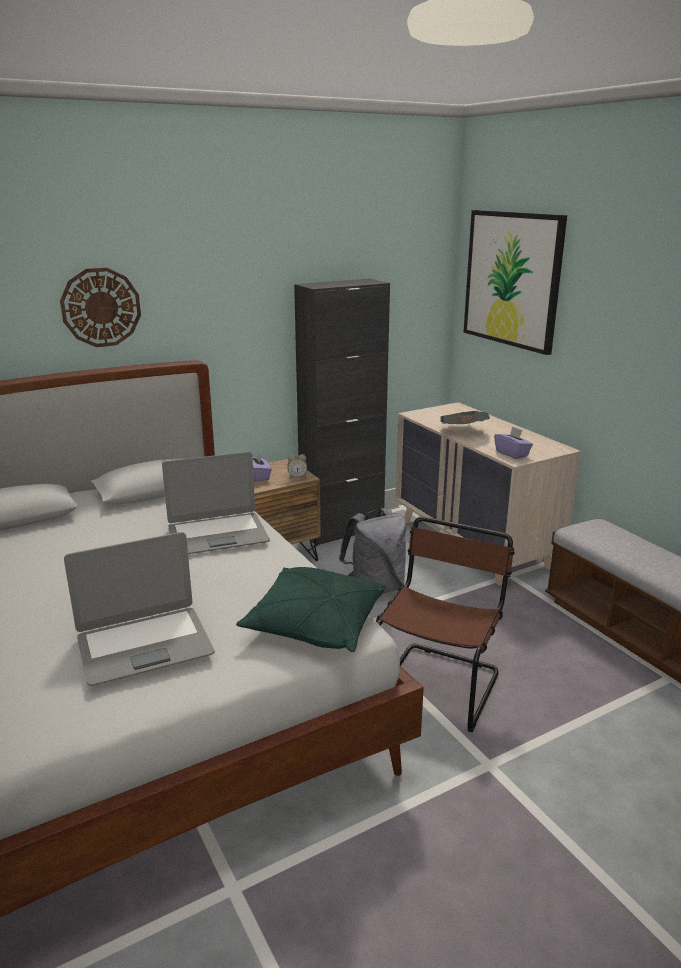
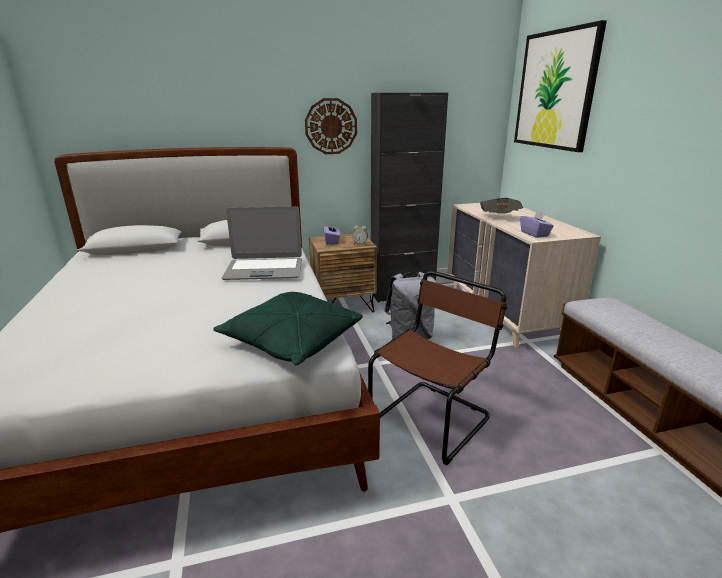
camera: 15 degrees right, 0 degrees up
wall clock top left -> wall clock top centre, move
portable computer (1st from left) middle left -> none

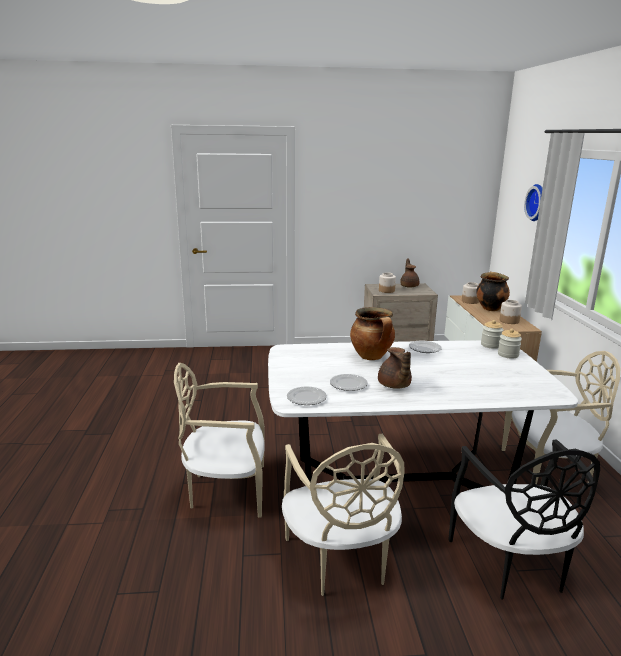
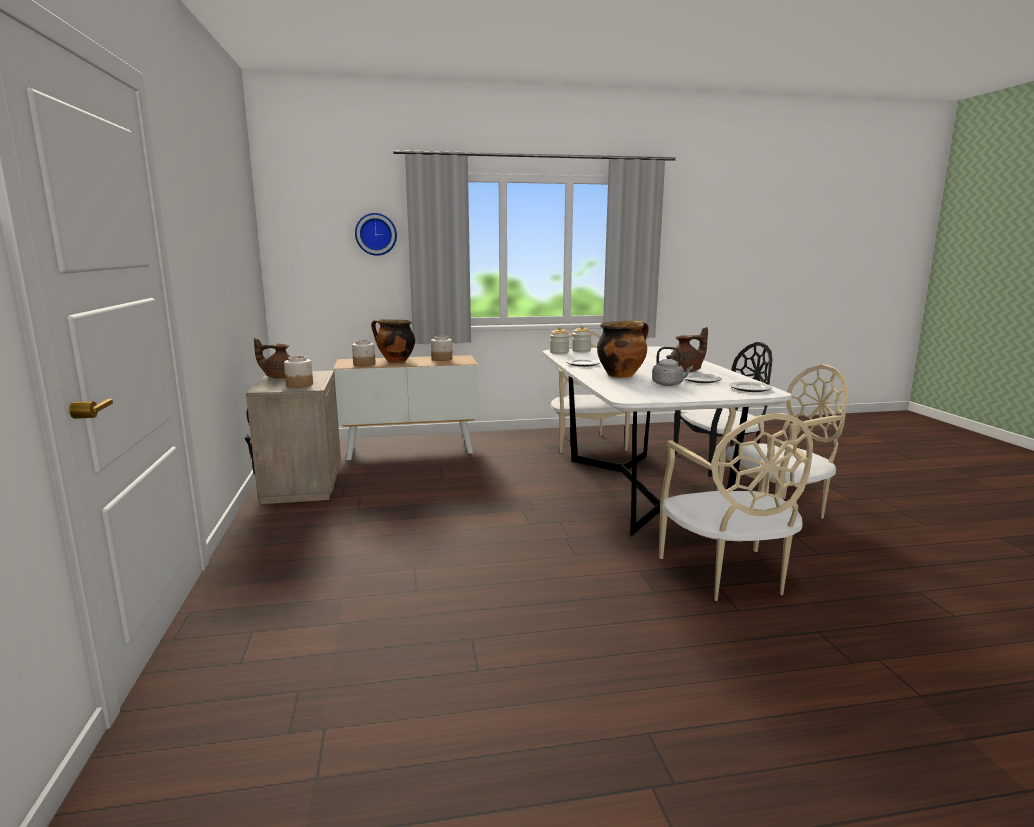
camera: 95 degrees left, 5 degrees down
none -> kettle/gray centre

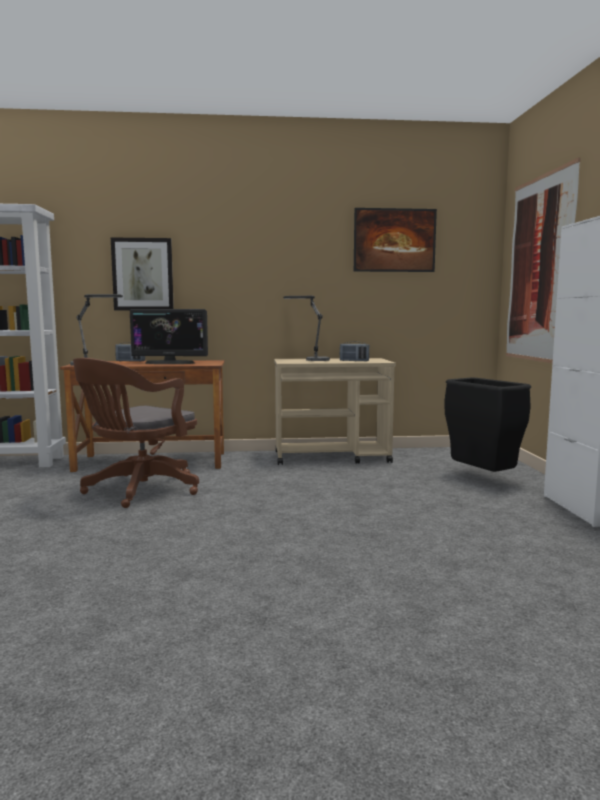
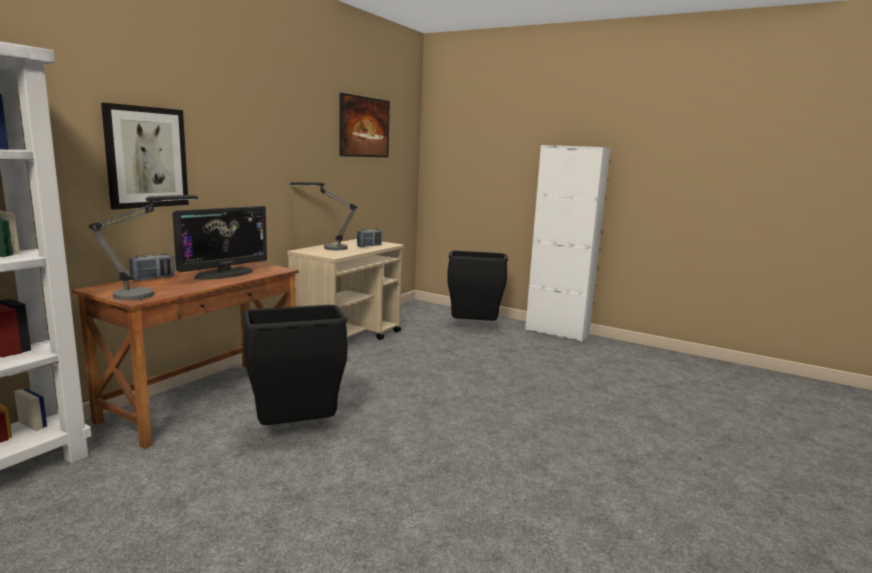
camera: 55 degrees left, 5 degrees up
desk chair/brown-coloured middle left -> trash can/blackish (1st from left) centre
wall art (3rd from left) top right -> none

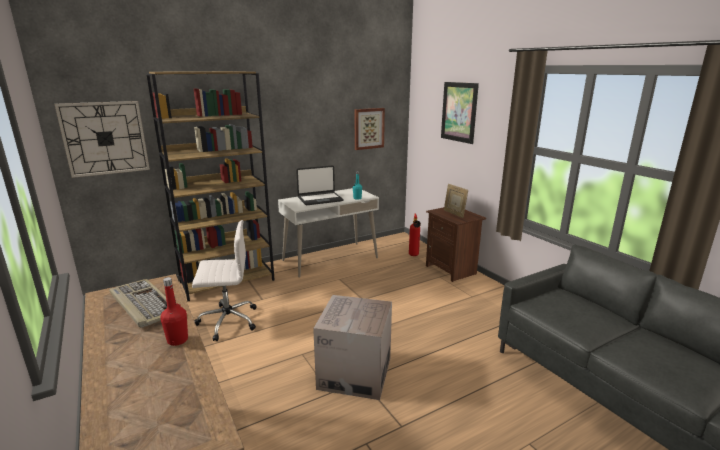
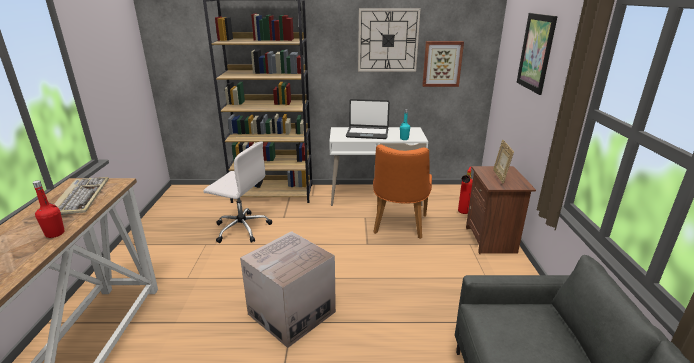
camera: 30 degrees right, 5 degrees up
wall clock top left -> wall clock top centre, move
none -> chair/orange-coloured centre

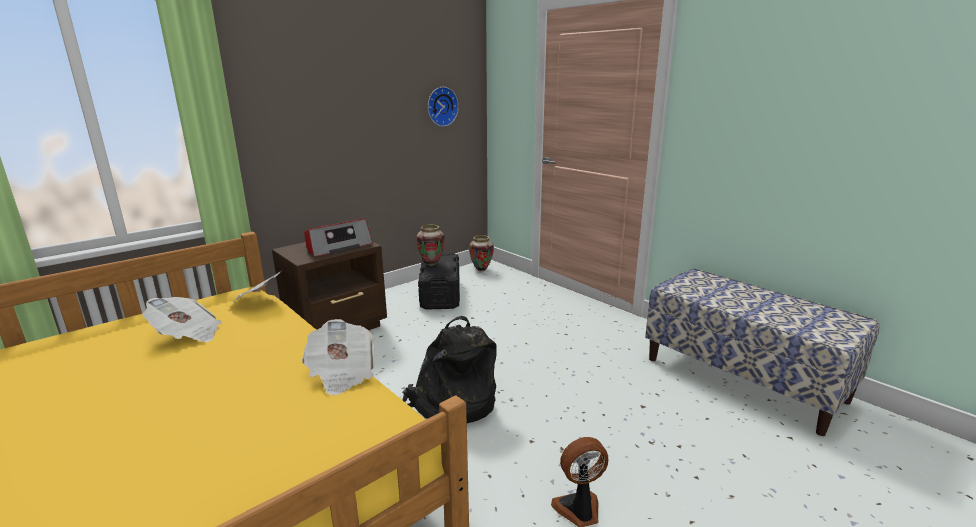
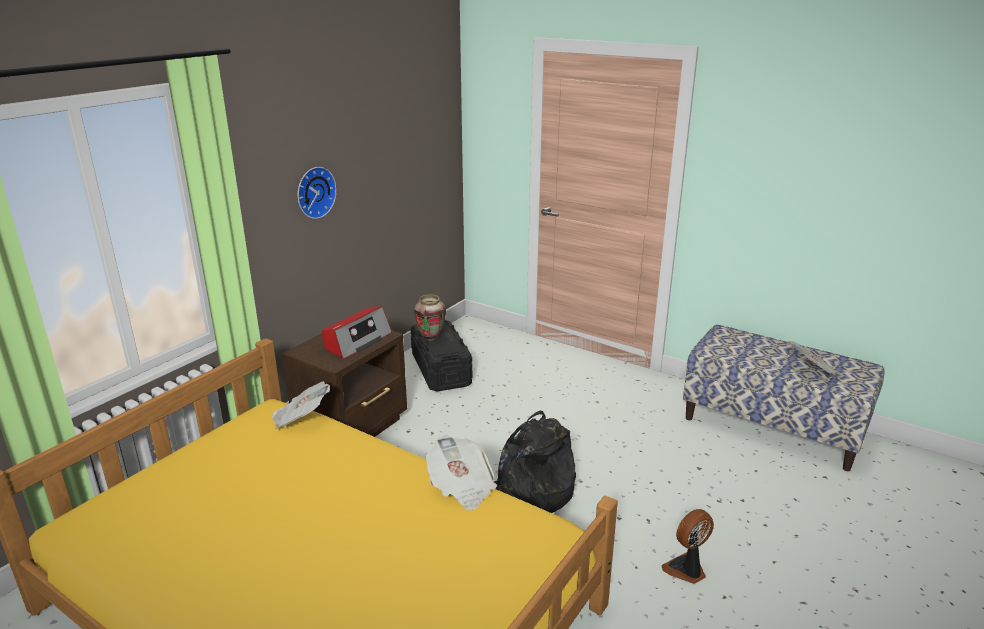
camera: 15 degrees left, 5 degrees up
daily paper (1st from left in the first image) middle left -> daily paper (3rd from left) middle right, move
wall clock top centre -> wall clock top left, move
vase (2nd from left) centre -> none

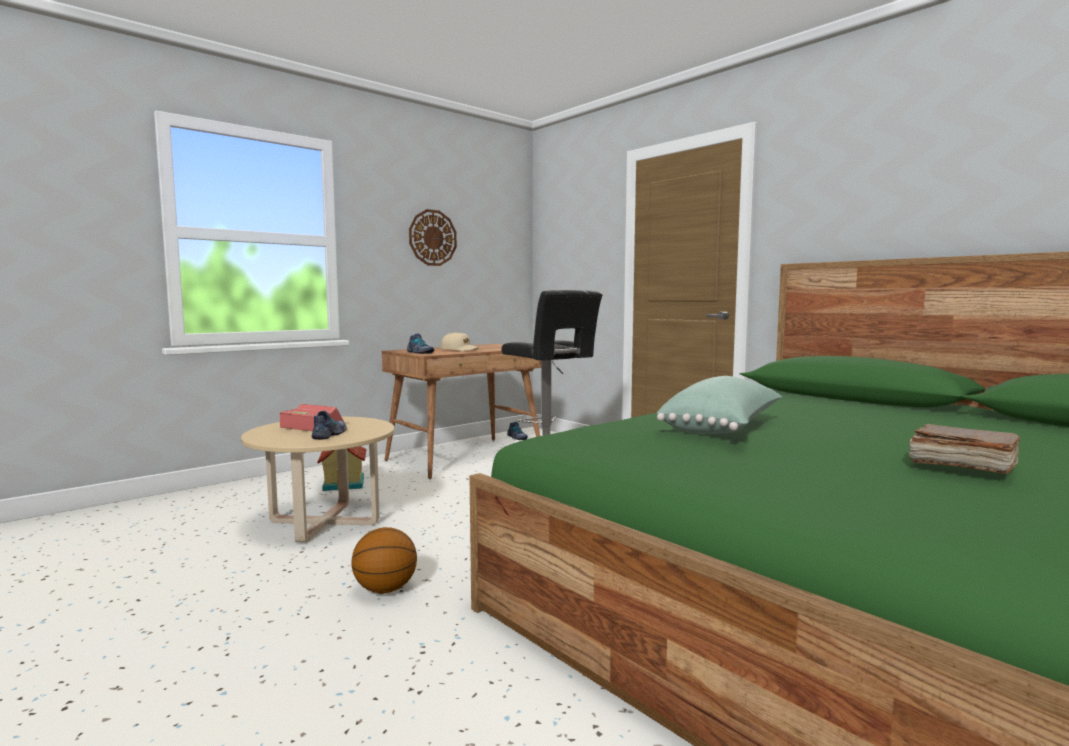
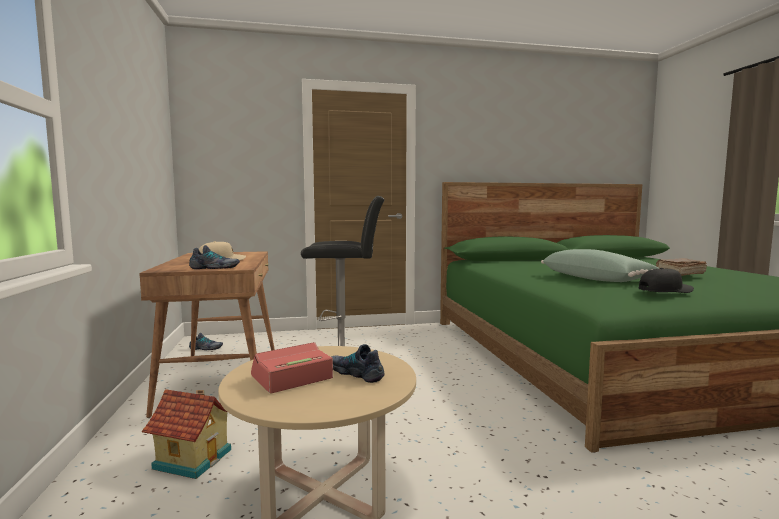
camera: 60 degrees left, 0 degrees up
ball for basketball bottom centre -> none
wall clock top centre -> none
none -> baseball cap/blackish middle right

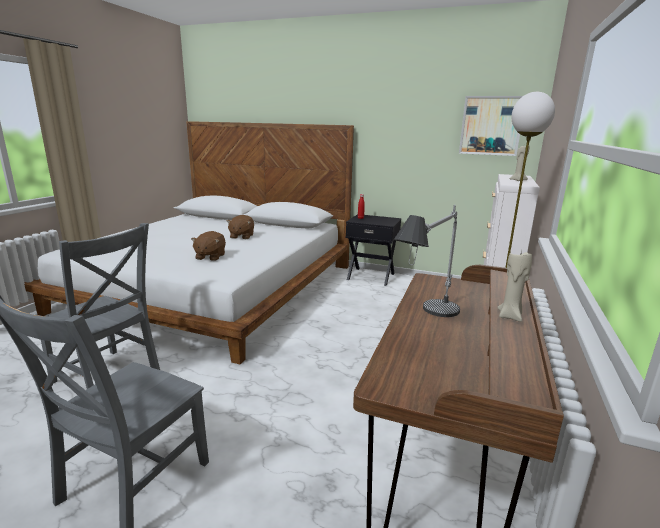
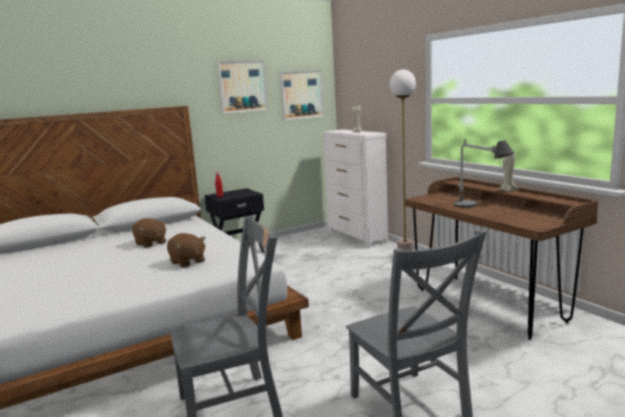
camera: 50 degrees left, 5 degrees down
none -> wall art (1st from left) top centre

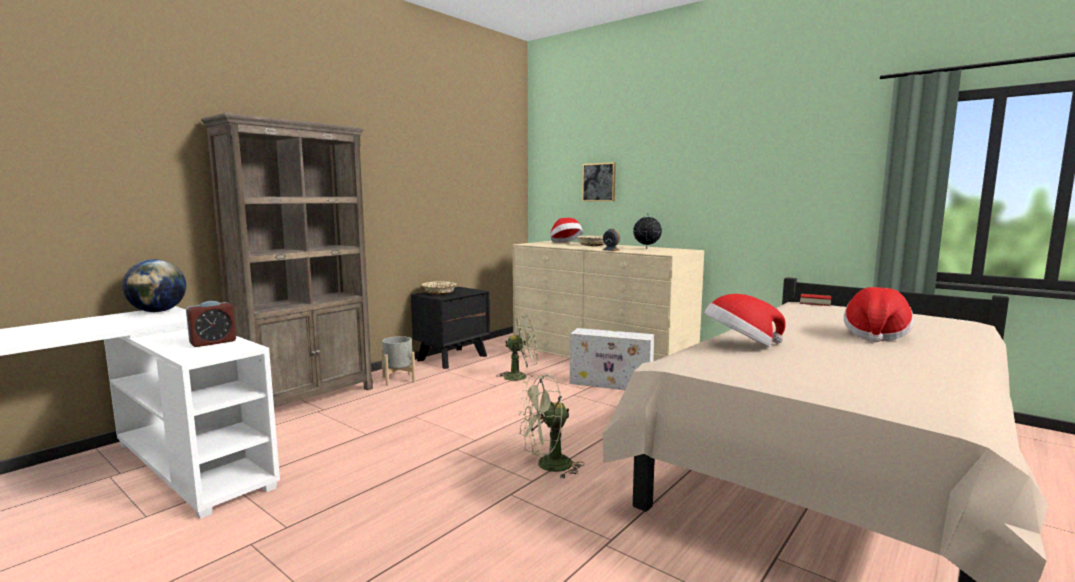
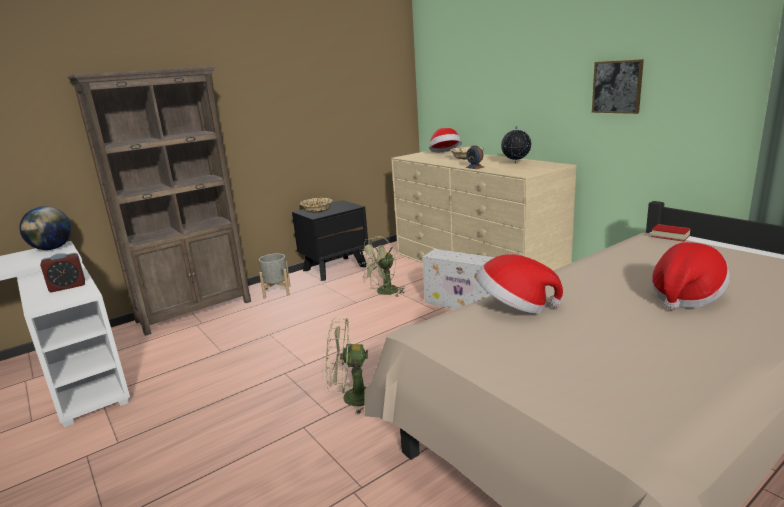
camera: 15 degrees right, 10 degrees up
electric fan/greenish (1st from left in the first image) centre -> electric fan/greenish (2nd from left) centre, 135 degrees clockwise
wall art top centre -> wall art top right, move

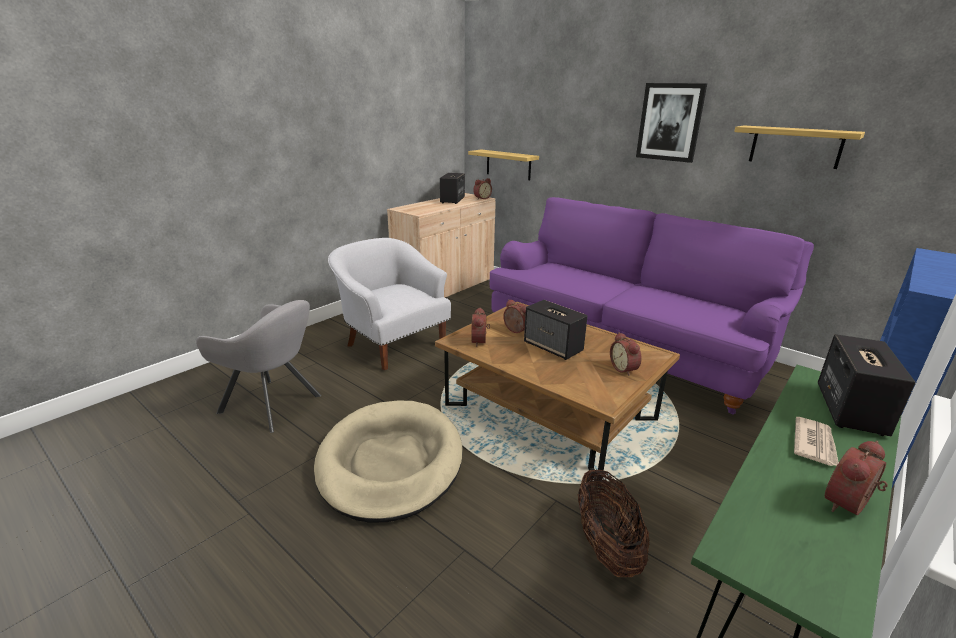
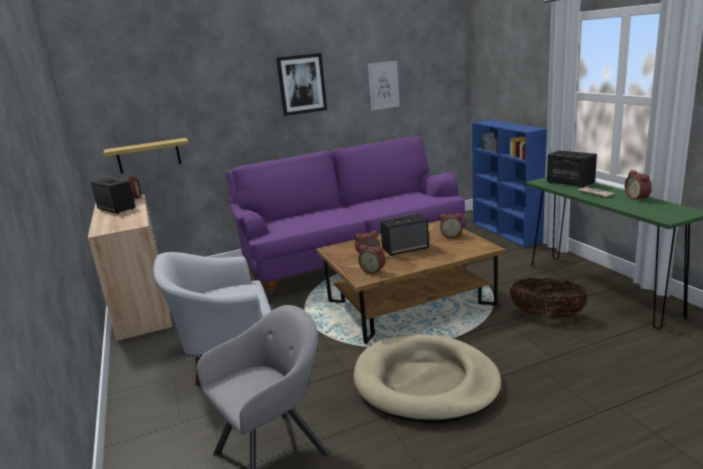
camera: 60 degrees left, 5 degrees down
shelf (2nd from left) top right -> wall art (2nd from left) top centre

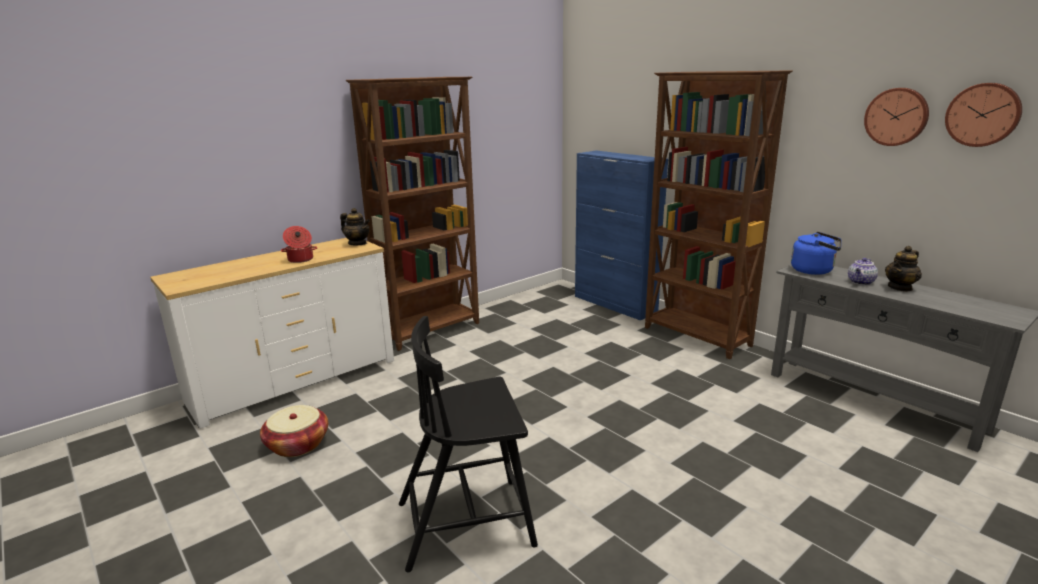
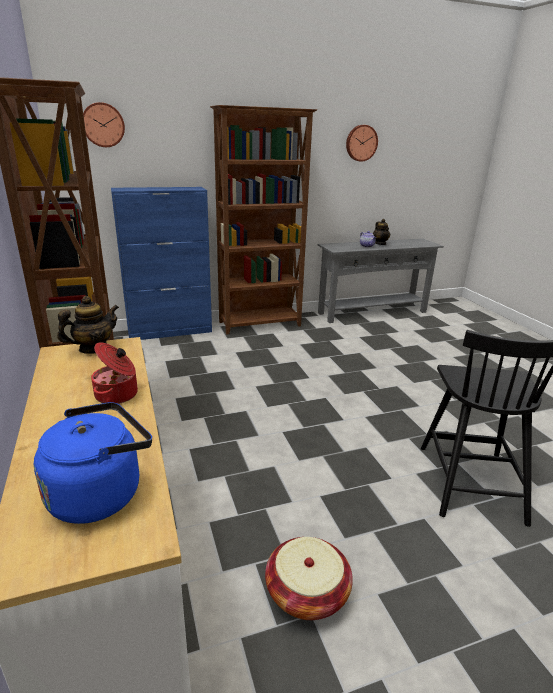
camera: 70 degrees left, 5 degrees up
kettle/bluish middle right -> kettle/bluish bottom left, move
wall clock (2nd from left in the first image) top right -> wall clock (1st from left) top left, move

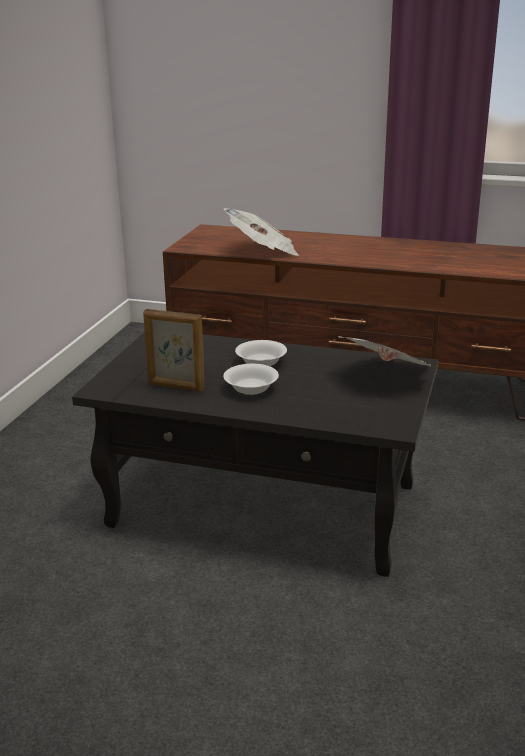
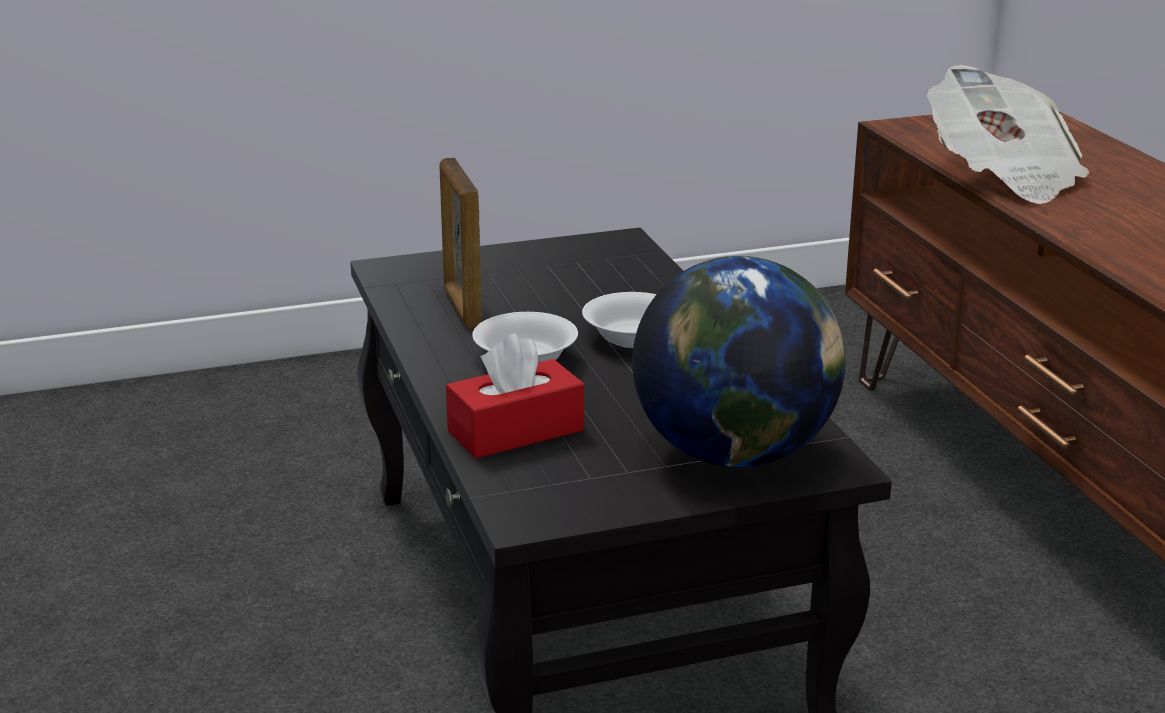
camera: 55 degrees right, 0 degrees up
daily paper (2nd from left) middle right -> desk globe centre
none -> tissue box/red centre

